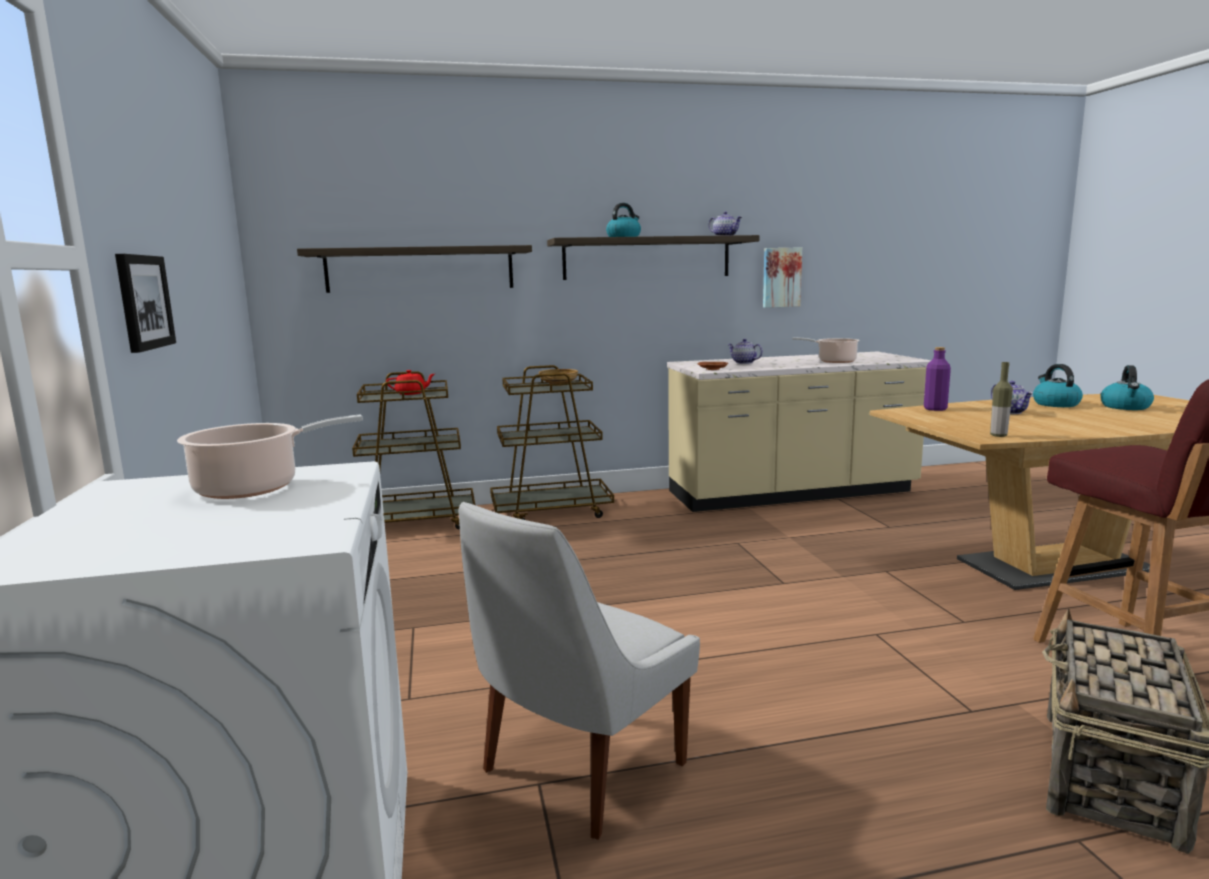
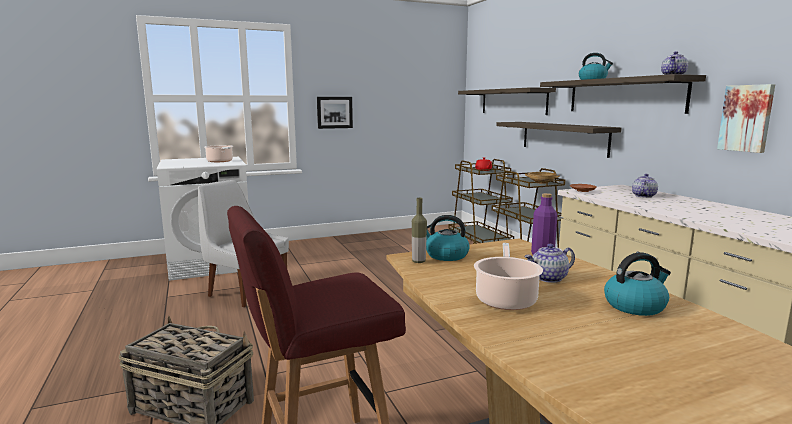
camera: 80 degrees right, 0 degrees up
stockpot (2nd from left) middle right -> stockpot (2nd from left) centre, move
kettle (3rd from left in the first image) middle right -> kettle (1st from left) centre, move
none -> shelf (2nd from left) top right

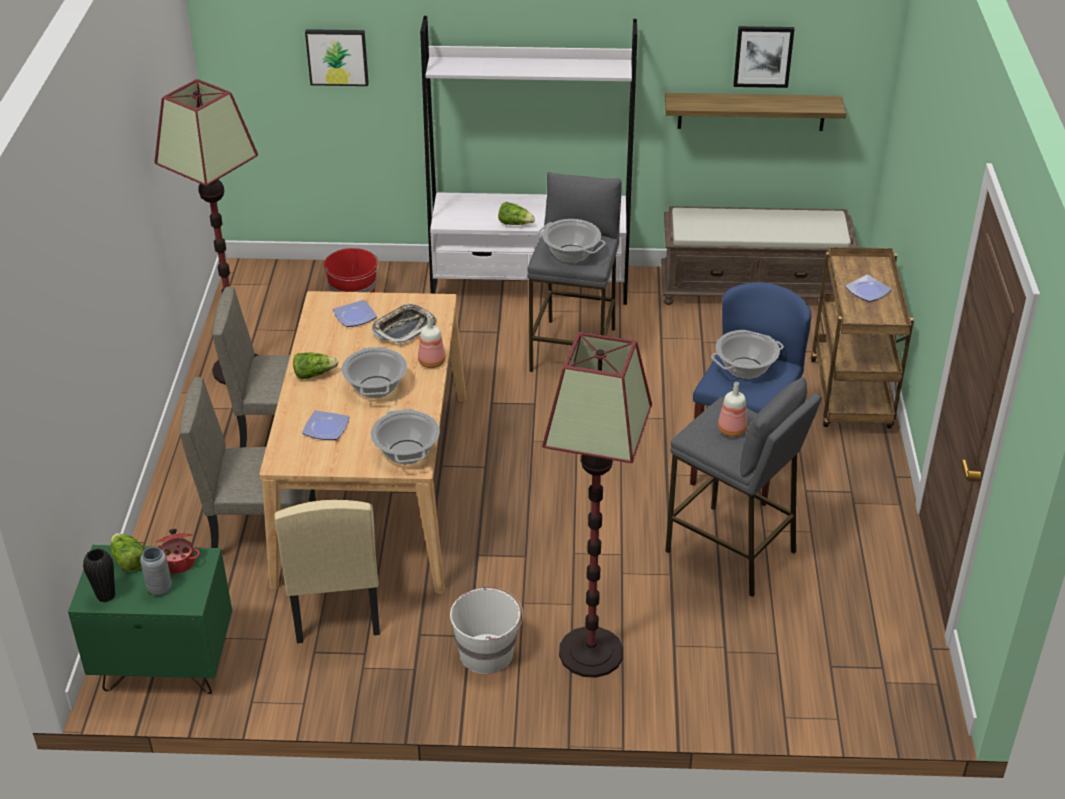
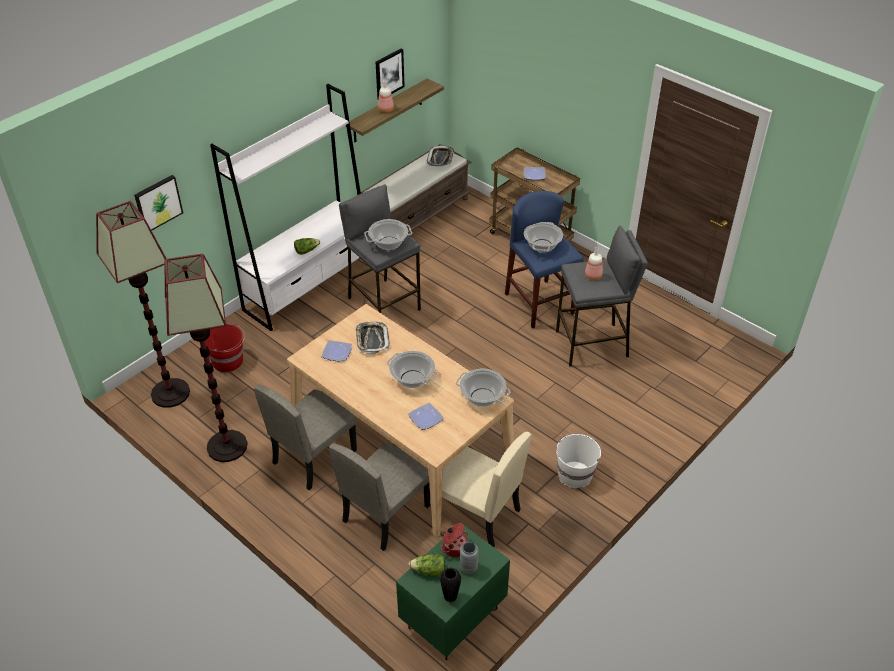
camera: 50 degrees left, 5 degrees up
lettuce head (2nd from left) middle left -> none
drink bottle (1st from left) centre -> drink bottle (1st from left) top centre, move
standing lamp (2nd from left in the first image) centre -> standing lamp (1st from left) middle left, move
none -> tray (2nd from left) top centre

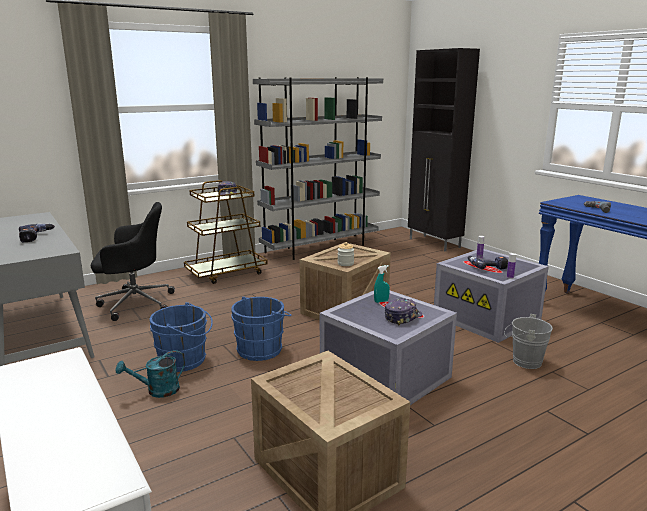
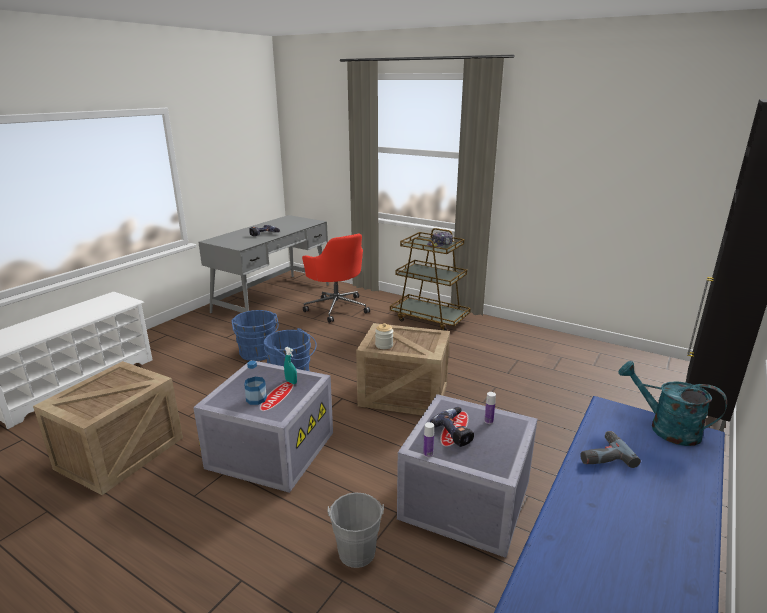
camera: 65 degrees right, 5 degrees up
desk chair/blackish middle left -> desk chair/red centre
watering can/turquoise-coloured bottom left -> watering can/turquoise-coloured middle right, move
bookshelf/gray top centre -> none
baseball cap (2nd from left) centre -> drink bottle (1st from left) centre

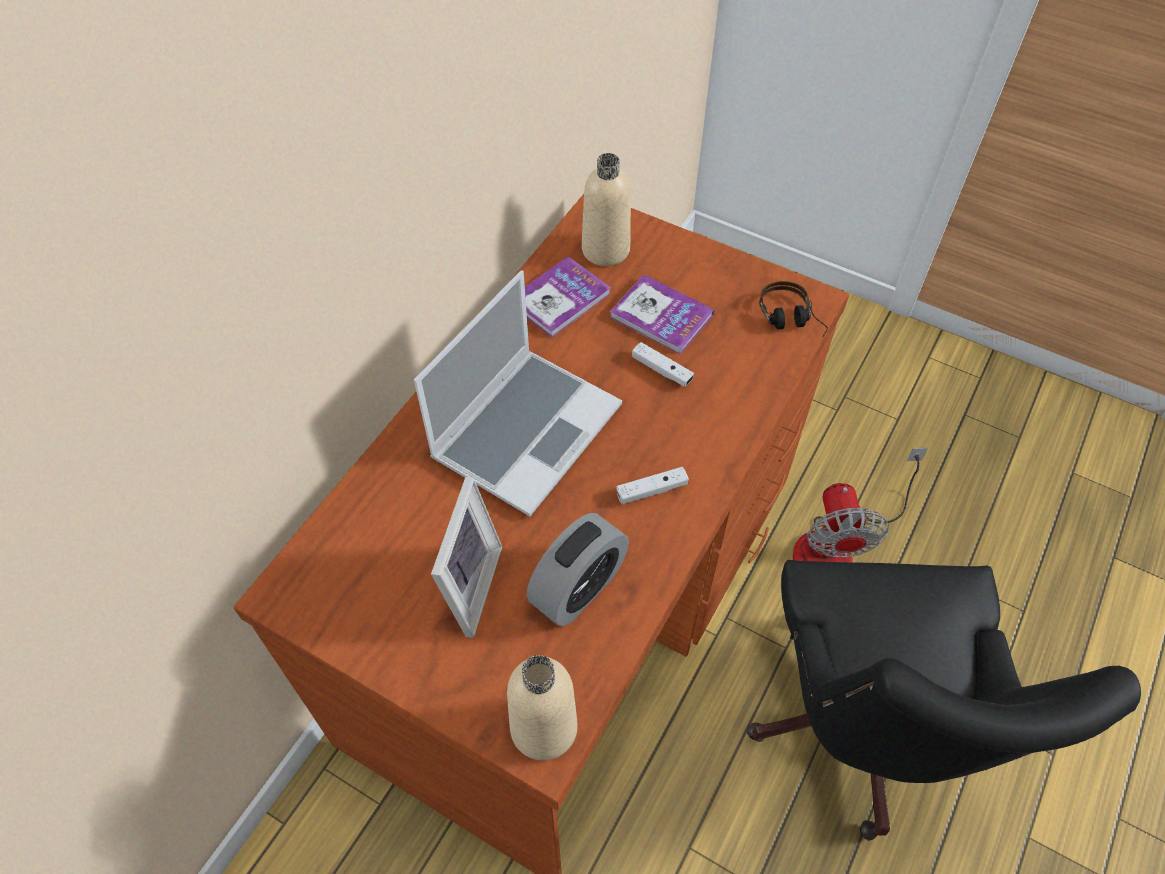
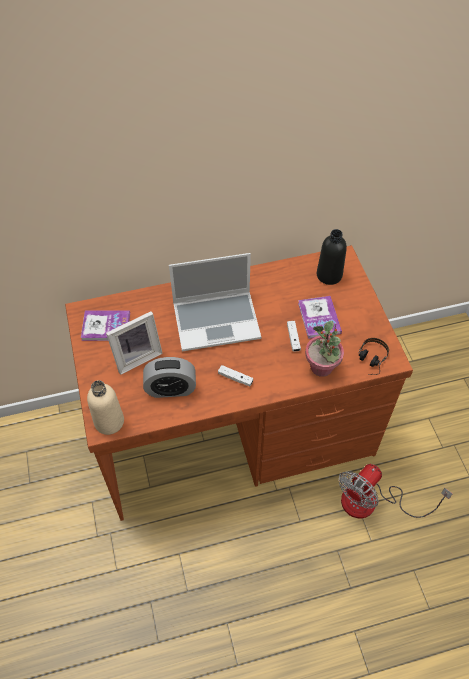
camera: 45 degrees right, 0 degrees up
volume (1st from left) centre -> volume (1st from left) middle left, move
drink bottle/beige (2nd from left) top centre -> drink bottle/blackish middle right
desk chair/blackish bottom right -> none
none -> houseplant middle right

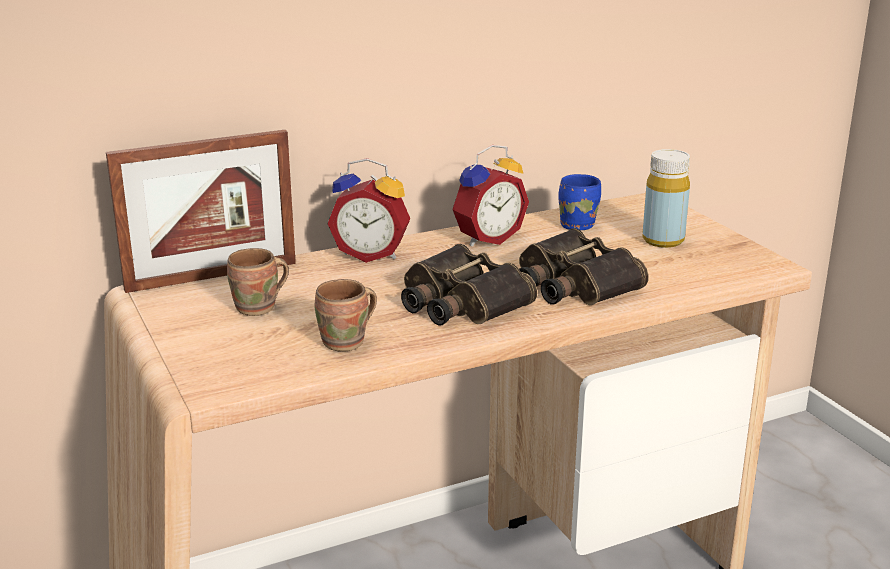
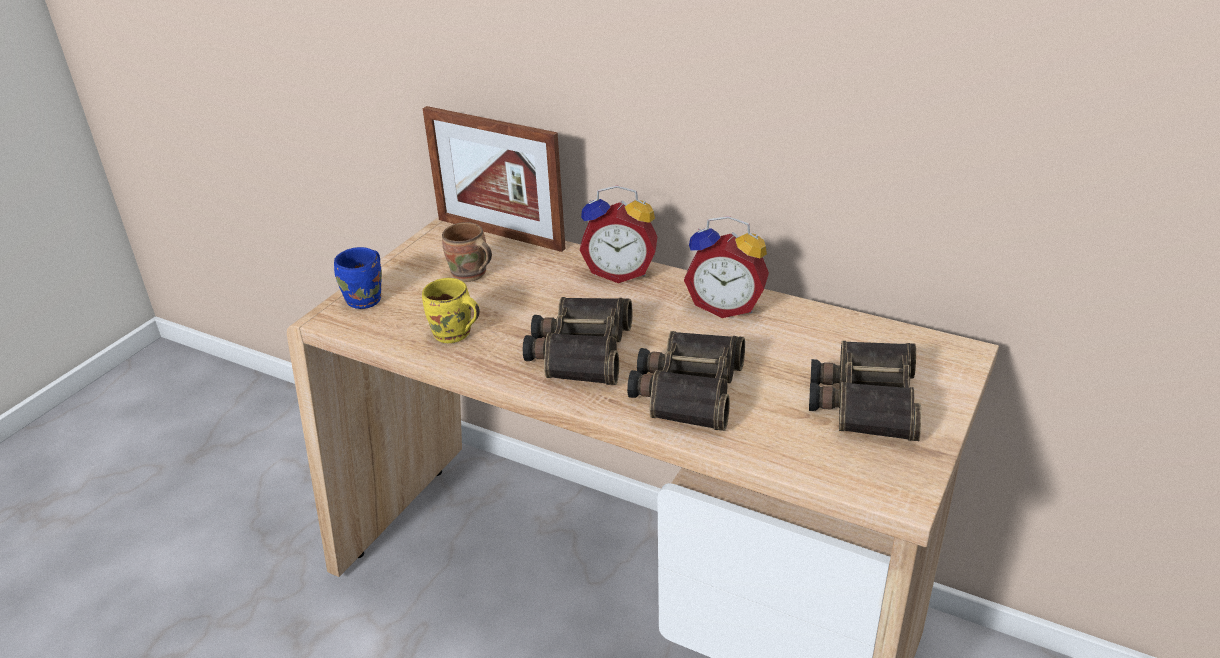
camera: 55 degrees right, 10 degrees up
coffee mug/brown-coloured (2nd from left) centre -> coffee mug/yellow centre
table clock (1st from left) centre, 60 degrees counterclockwise
coffee mug/bluish centre -> coffee mug/bluish middle left, move
drink bottle/yellow middle right -> binoculars (3rd from left) middle right

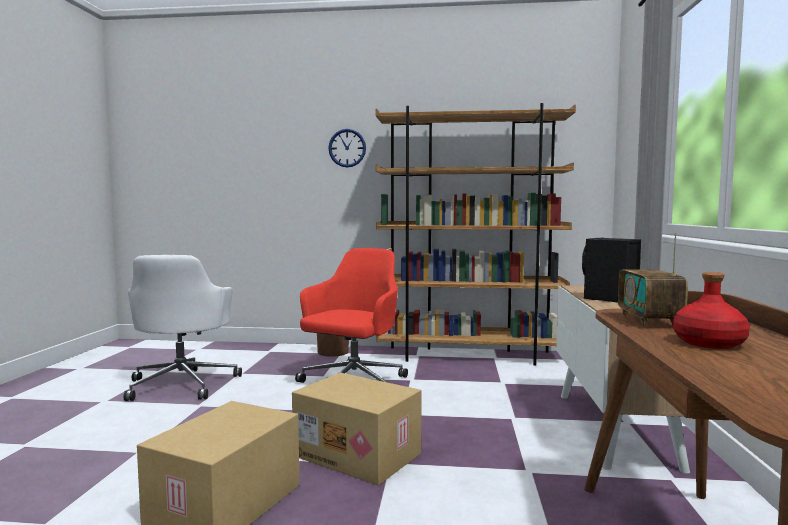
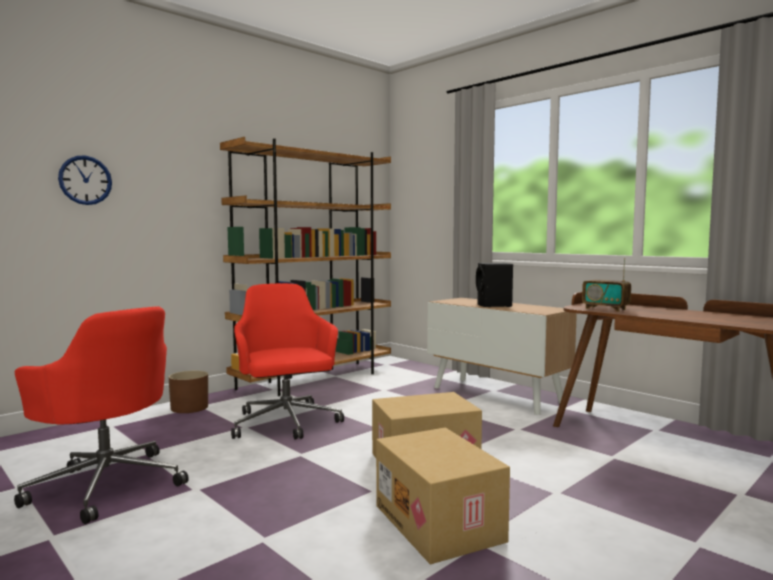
camera: 50 degrees left, 0 degrees up
desk chair/white middle left -> desk chair/red (1st from left) bottom left
wall clock top centre -> wall clock top left, move
drink bottle/red middle right -> none

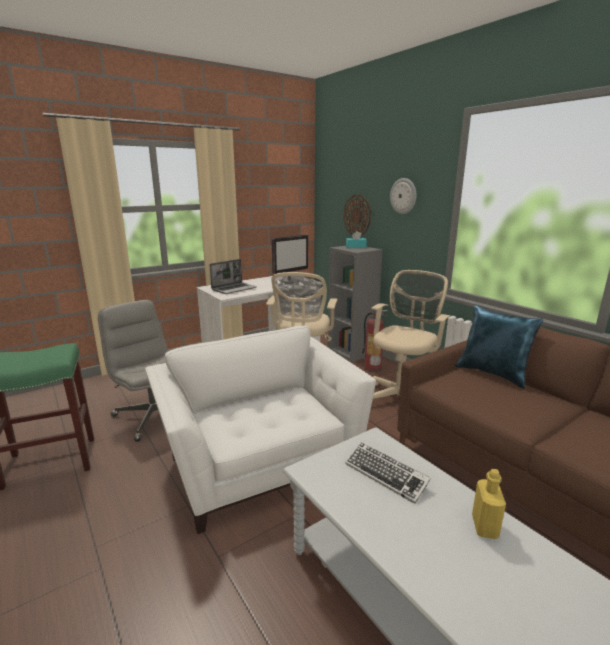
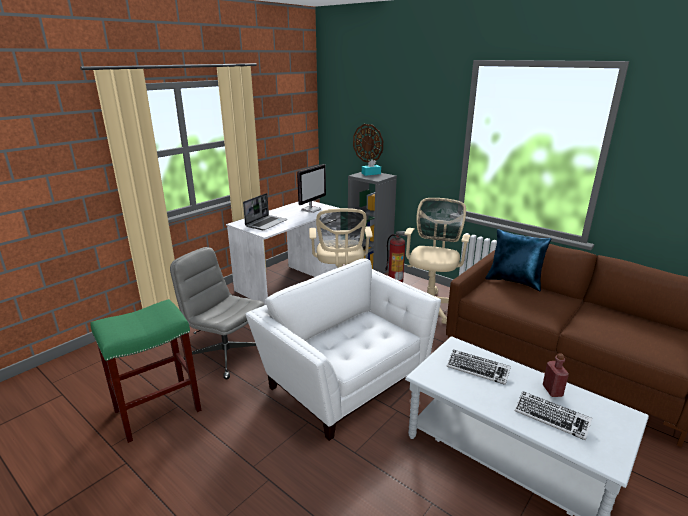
camera: 15 degrees left, 5 degrees up
wall clock (2nd from left) top centre -> none
drink bottle/yellow bottom right -> drink bottle/red bottom right
none -> keyboard (2nd from left) bottom right

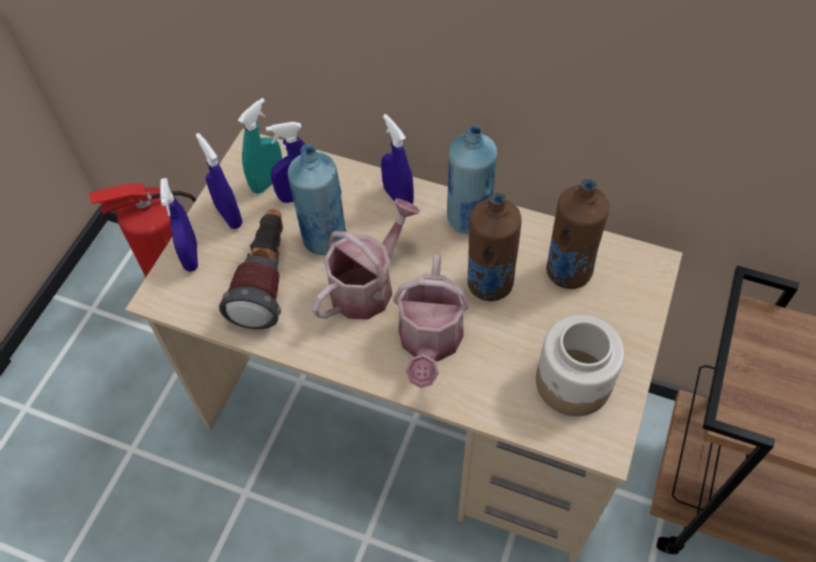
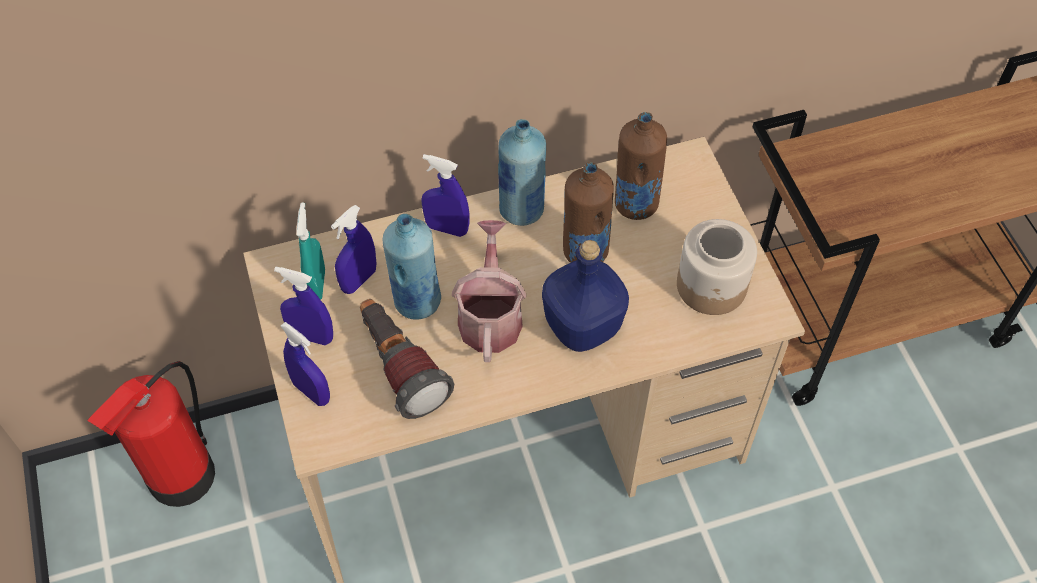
camera: 40 degrees left, 0 degrees up
watering can (2nd from left) centre -> drink bottle/bluish (3rd from left) centre

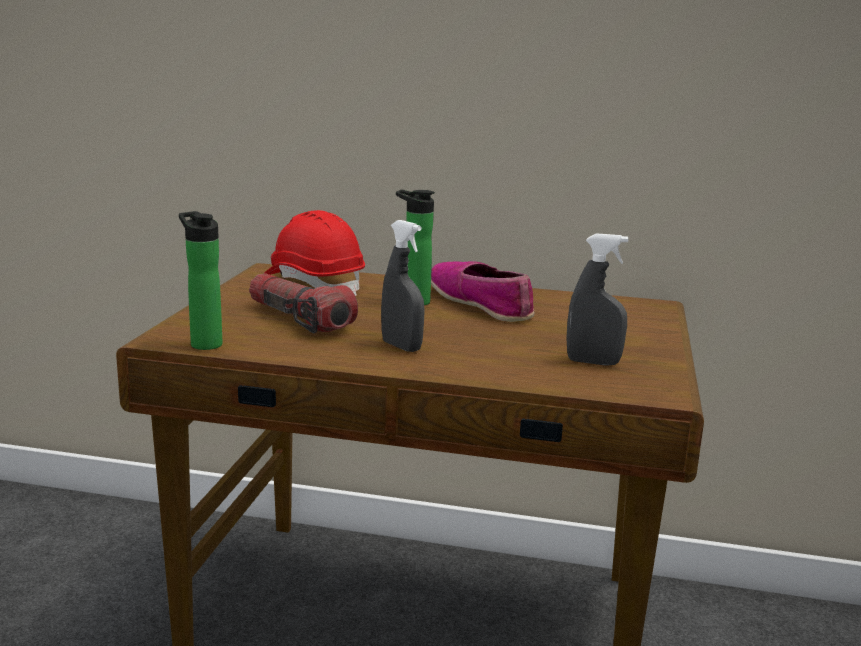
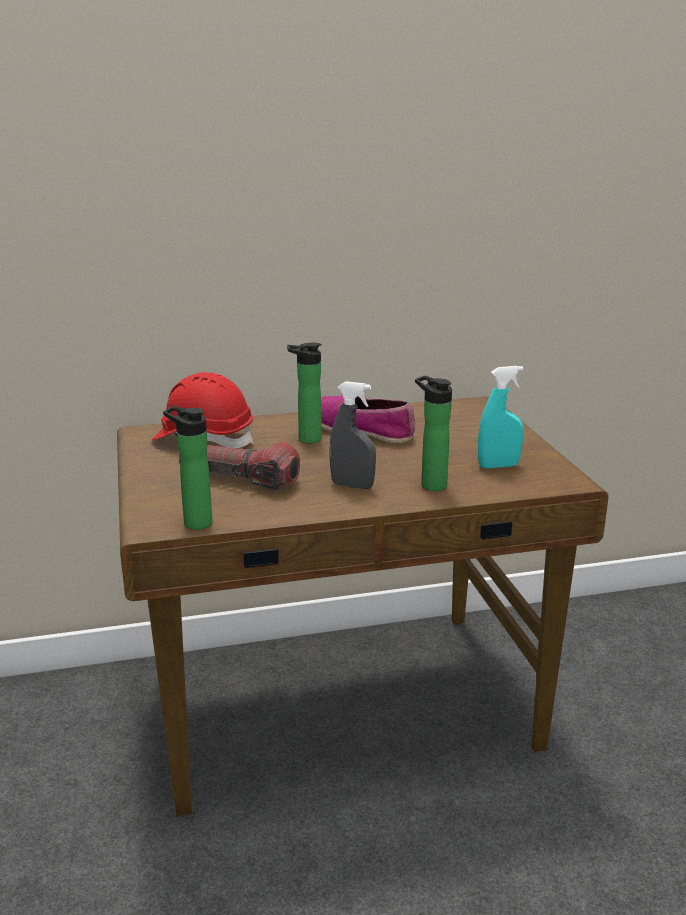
camera: 25 degrees left, 5 degrees up
spray bottle/gray (2nd from left) middle right -> spray bottle/turquoise-coloured middle right
none -> drink bottle (3rd from left) centre

